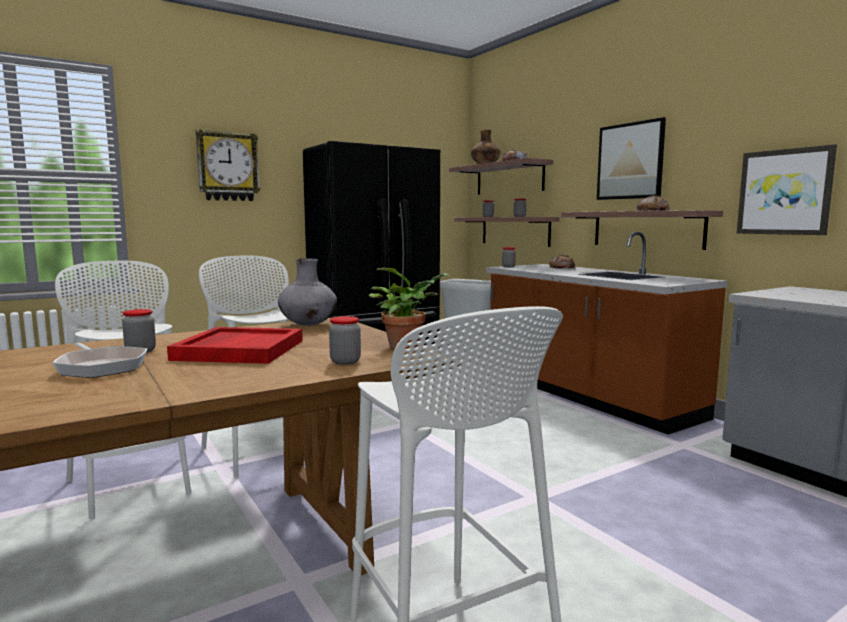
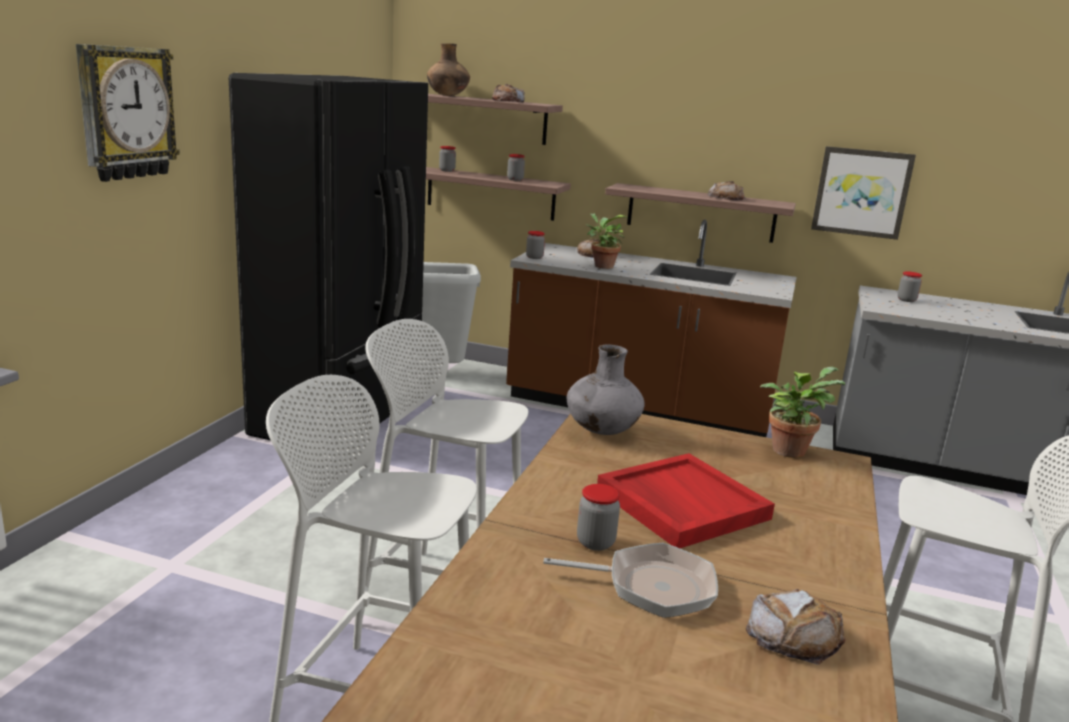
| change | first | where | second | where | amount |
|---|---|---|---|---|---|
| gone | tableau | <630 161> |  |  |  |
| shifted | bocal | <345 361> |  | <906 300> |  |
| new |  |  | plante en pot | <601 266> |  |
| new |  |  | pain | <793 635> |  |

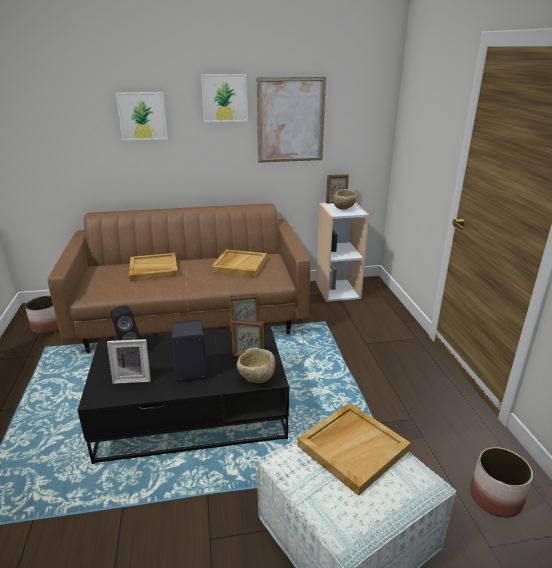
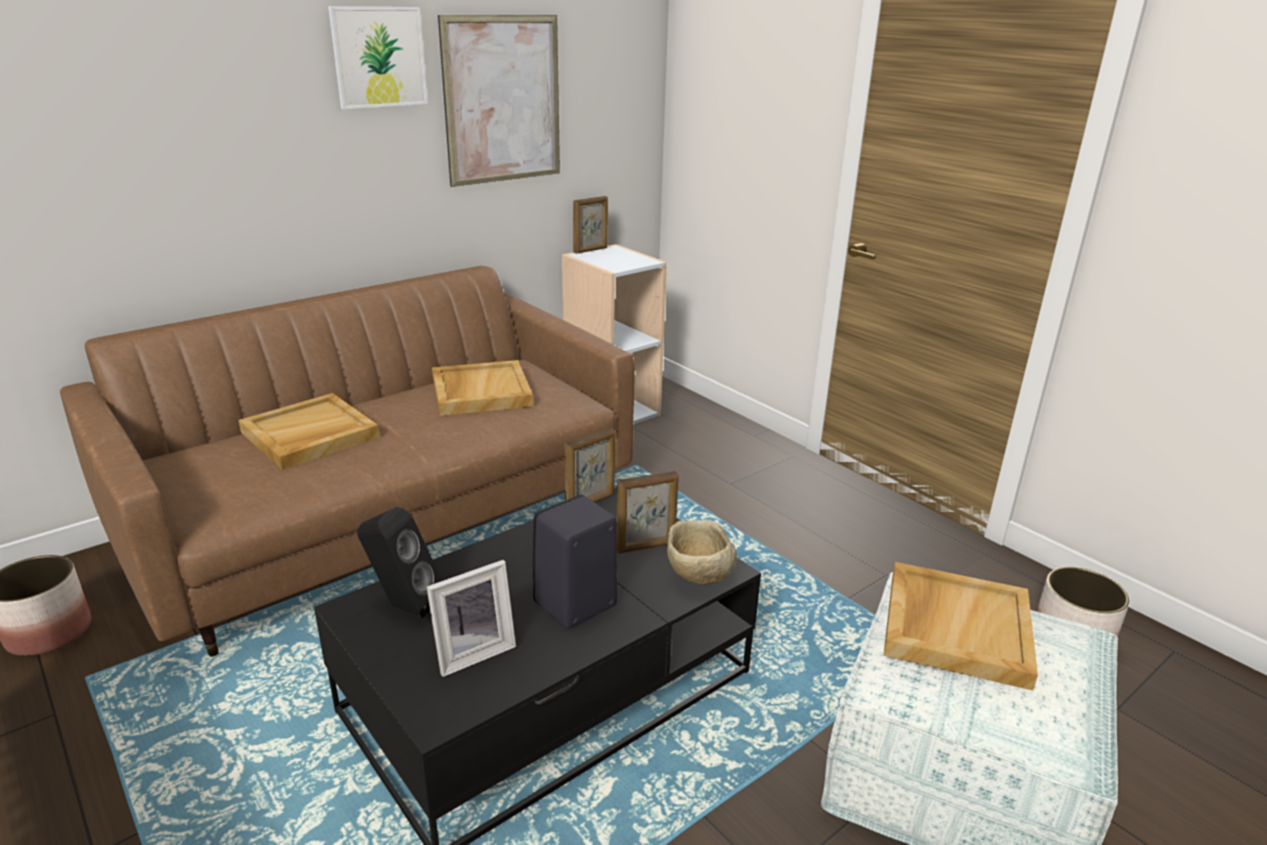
| change | first | where | second | where | amount |
|---|---|---|---|---|---|
| gone | tableau | <142 116> |  |  |  |
| gone | bol/beige | <344 208> |  |  |  |

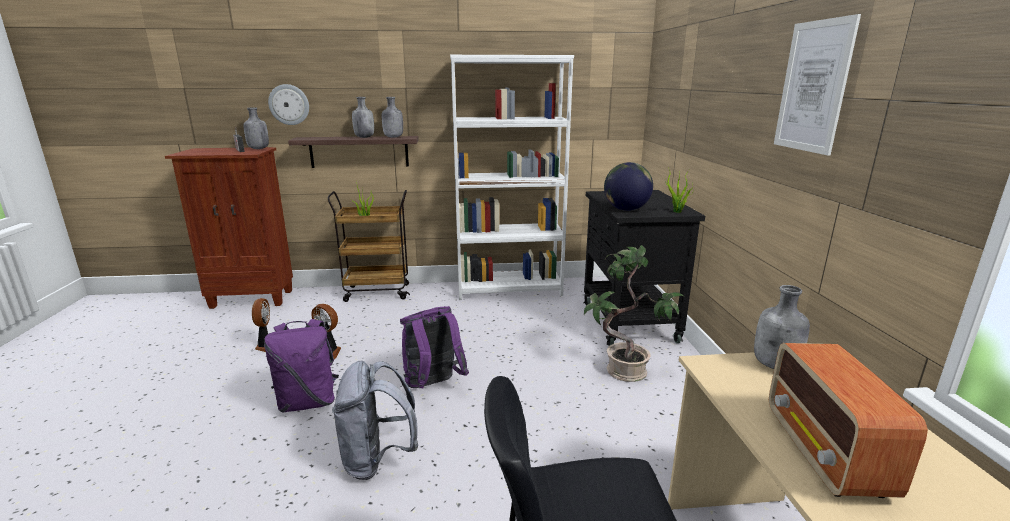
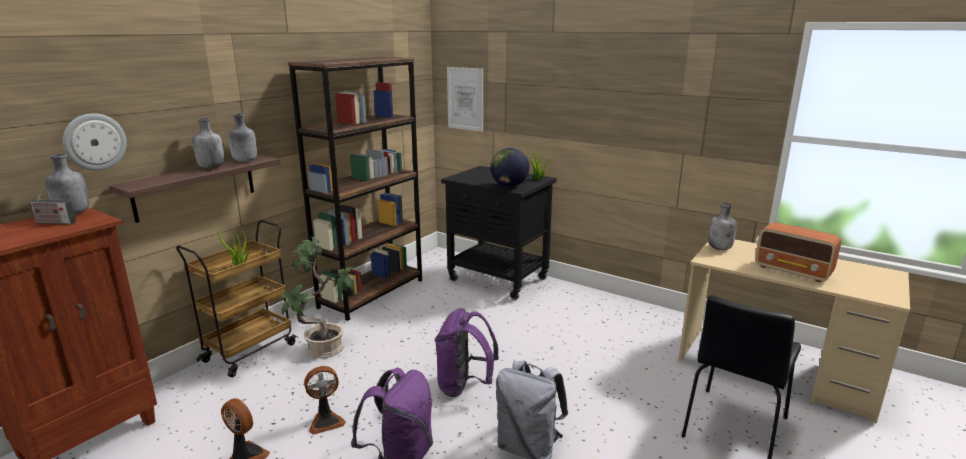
| change | first | where | second | where | amount |
|---|---|---|---|---|---|
| shifted | tableau | <813 87> |  | <465 99> |  |
| repainted | bibliothèque/blanc | <509 289> | bibliothèque/marron | <372 293> |  |
| shifted | plante en pot | <626 372> |  | <325 350> |  |

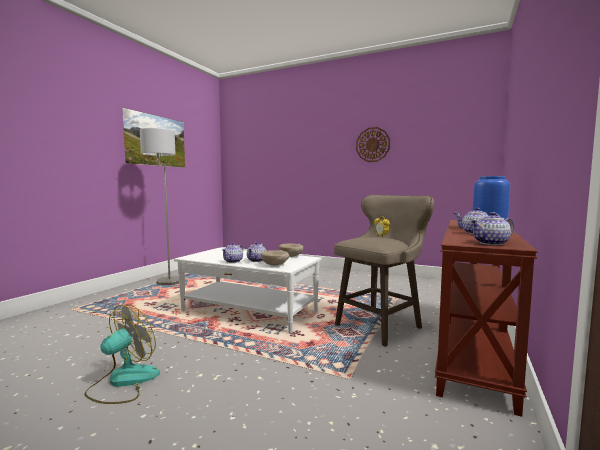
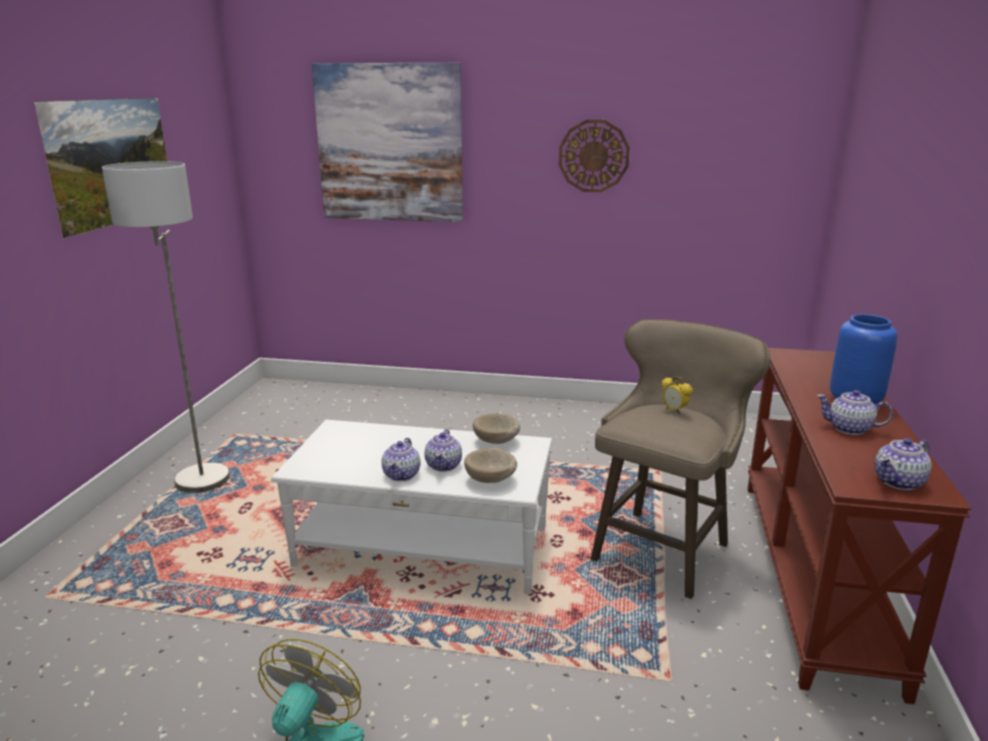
| change | first | where | second | where | amount |
|---|---|---|---|---|---|
| new |  |  | tableau | <389 143> |  |

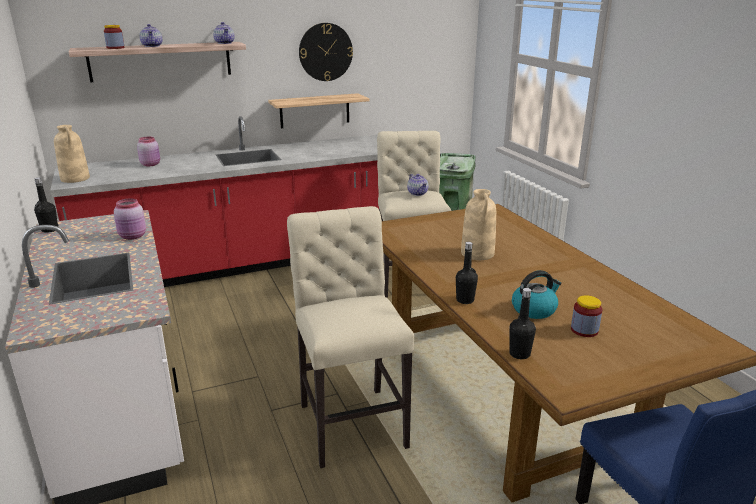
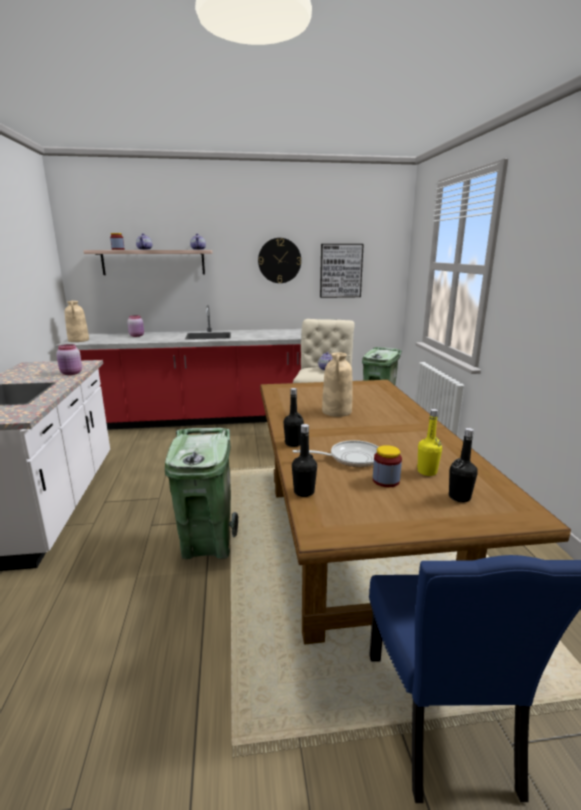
| change | first | where | second | where | amount |
|---|---|---|---|---|---|
| gone | étagère | <315 110> |  |  |  |
| shifted | bouteille/noir | <49 230> |  | <459 497> |  |
| swapped | tabouret/beige | <351 421> | poubelle/vert | <207 544> |  |
| swapped | bouilloire | <534 309> | poêle | <351 458> |  |
| new |  |  | tableau | <340 271> |  |
| new |  |  | bouteille/jaune | <427 472> |  |

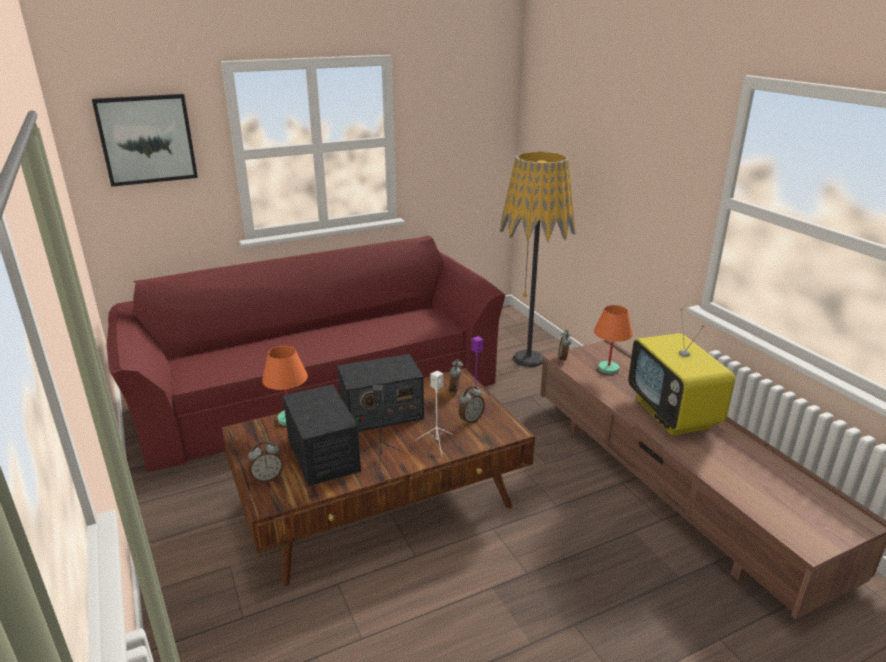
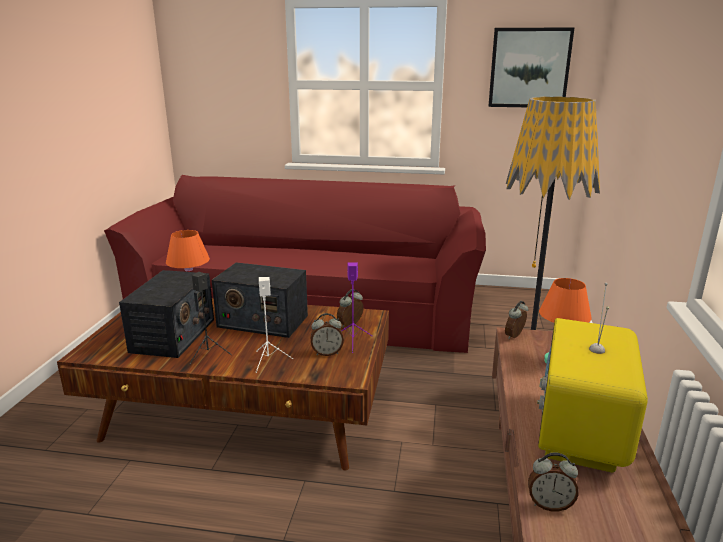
| change | first | where | second | where | amount |
|---|---|---|---|---|---|
| shifted | tableau | <147 139> |  | <529 68> |  |
| shifted | réveil | <267 478> |  | <549 504> |  |

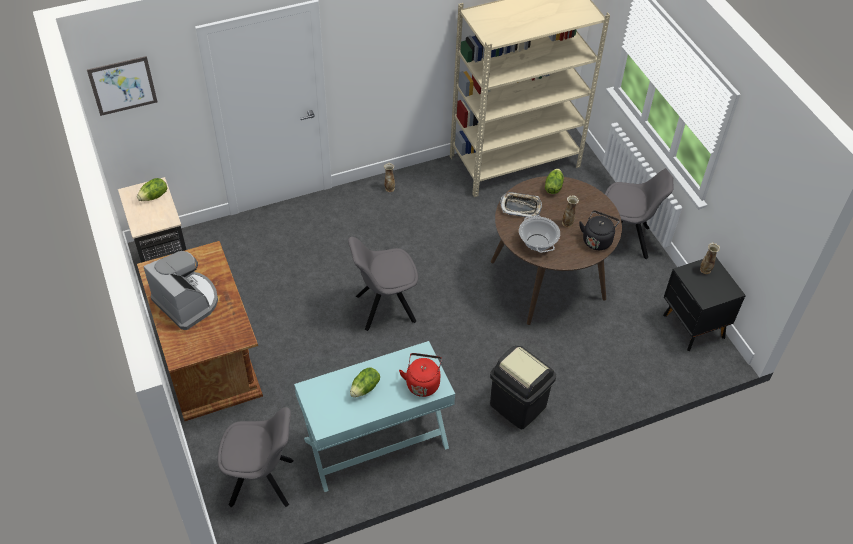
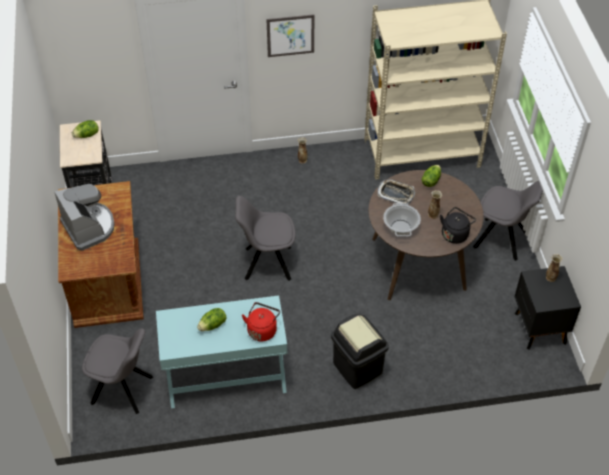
| change | first | where | second | where | amount |
|---|---|---|---|---|---|
| shifted | tableau | <123 85> |  | <290 35> |  |

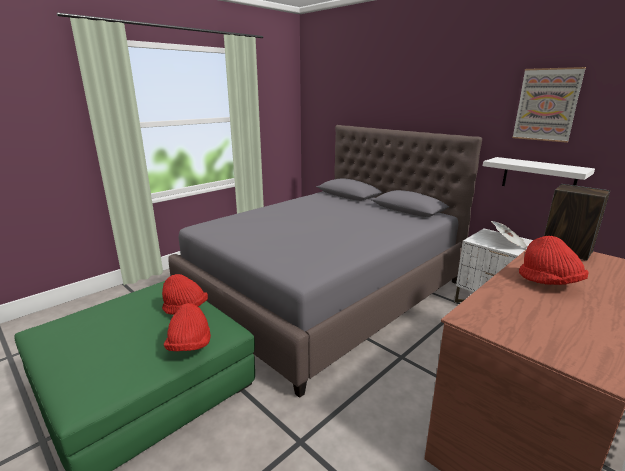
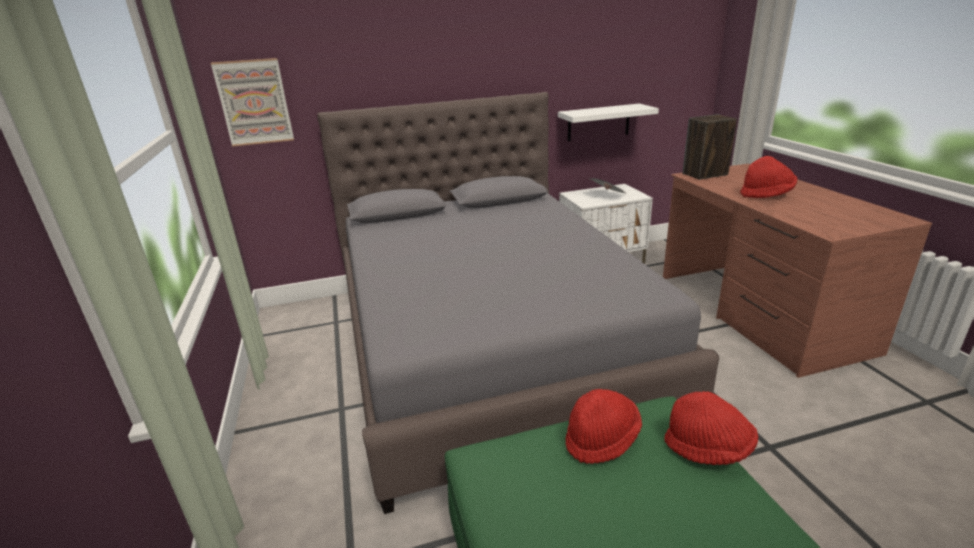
| change | first | where | second | where | amount |
|---|---|---|---|---|---|
| shifted | tableau | <546 105> |  | <254 102> |  |

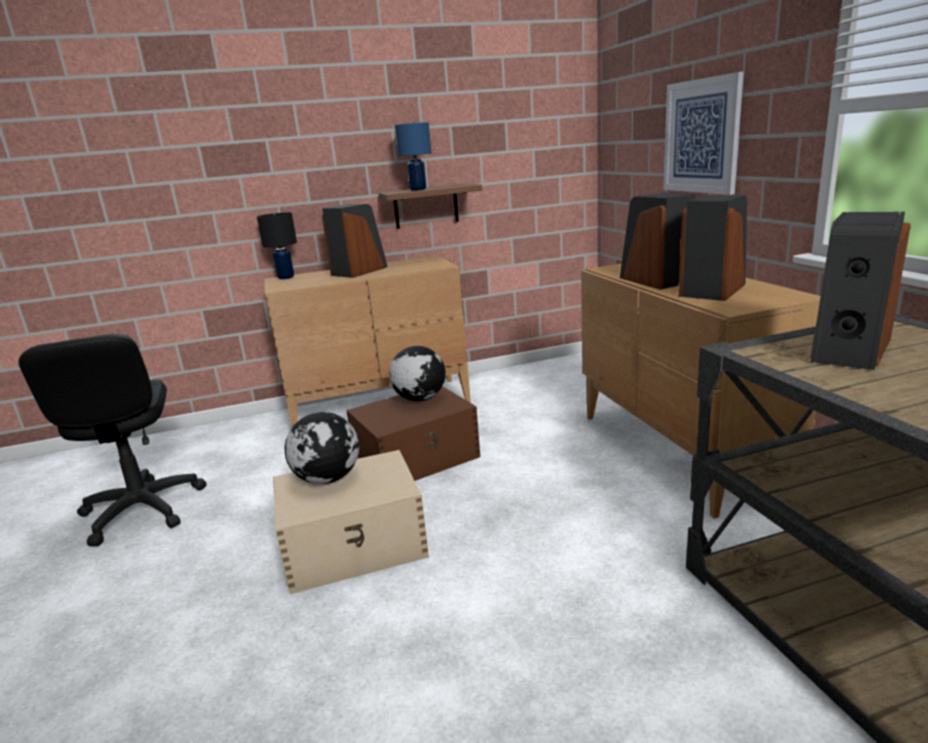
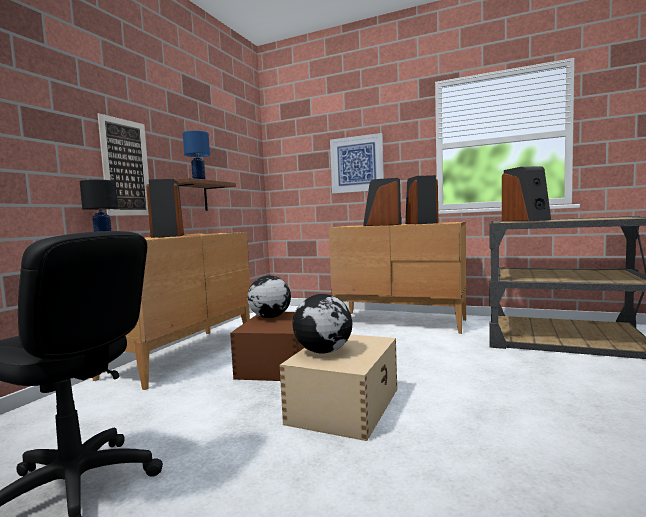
| change | first | where | second | where | amount |
|---|---|---|---|---|---|
| new |  |  | tableau | <126 167> |  |

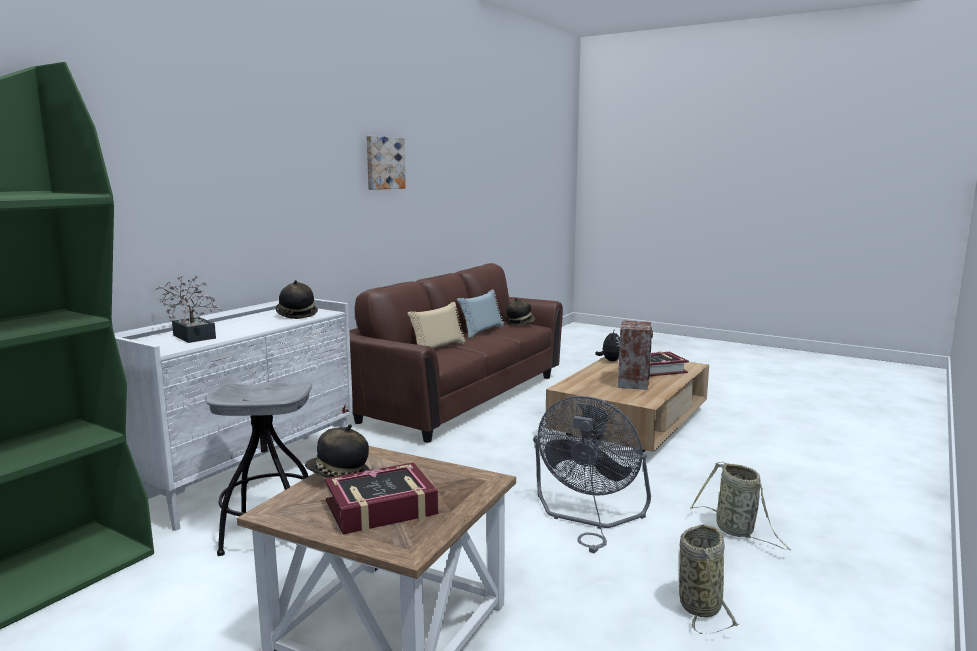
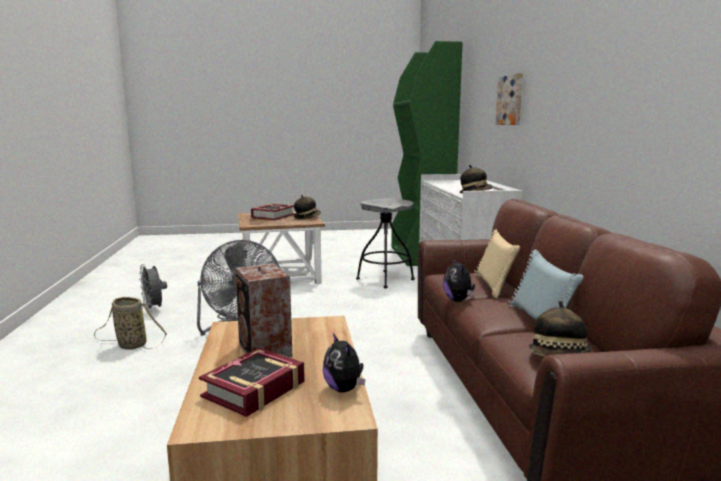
| change | first | where | second | where | amount |
|---|---|---|---|---|---|
| shifted | tableau | <384 163> |  | <511 100> |  |
| gone | plante en pot | <193 335> |  |  |  |
| swapped | panier | <699 604> | ventilateur/gris | <154 309> |  |
| new |  |  | peluche | <458 300> |  |

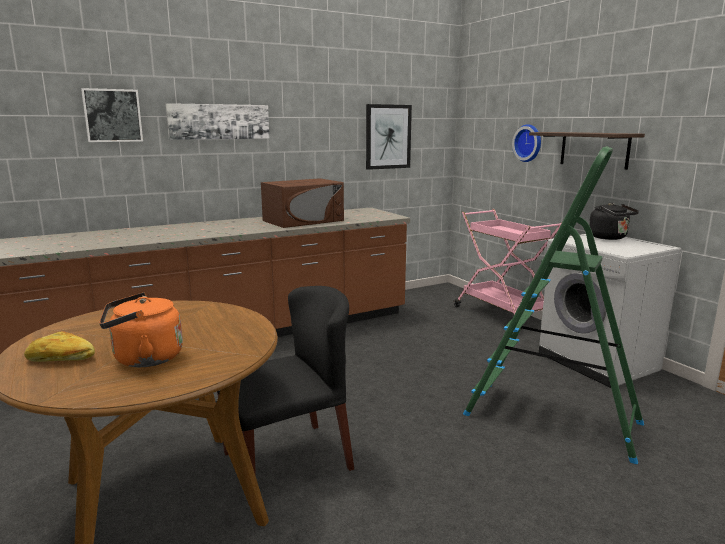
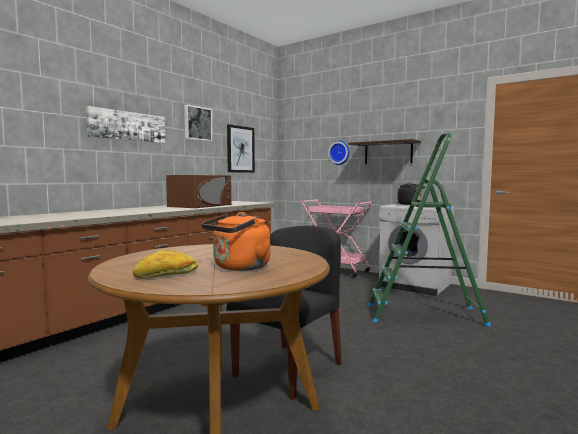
| change | first | where | second | where | amount |
|---|---|---|---|---|---|
| shifted | tableau | <112 115> |  | <197 123> |  |

